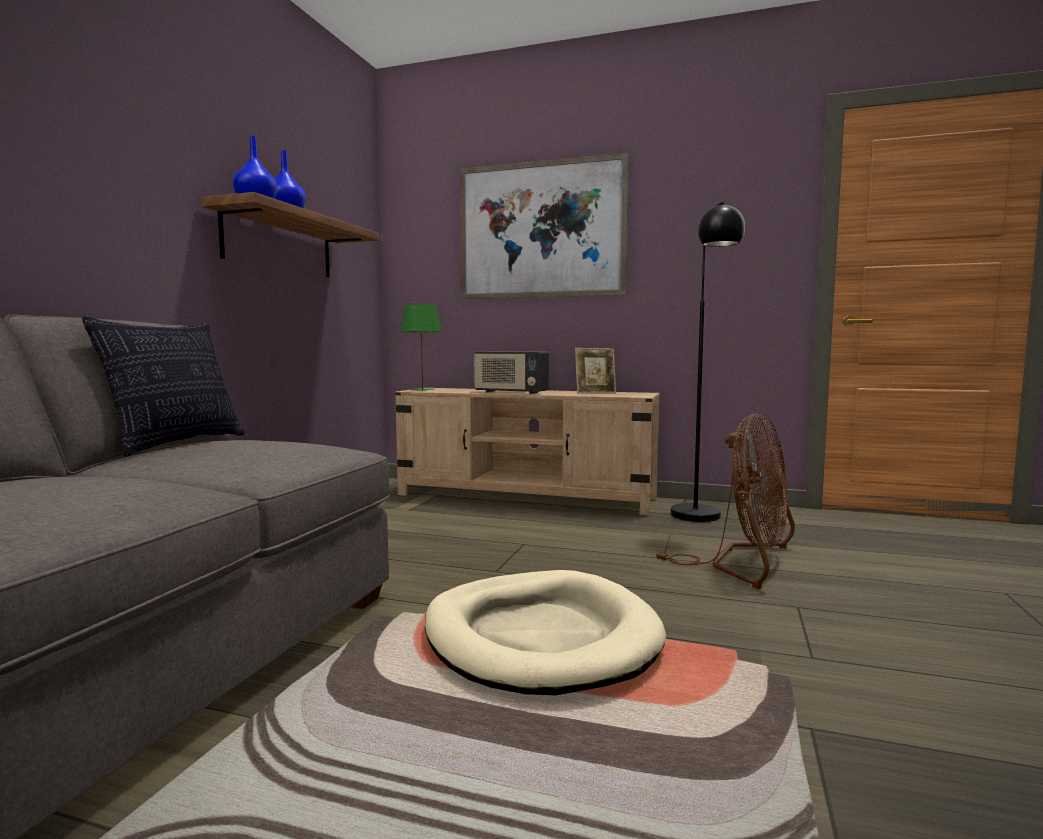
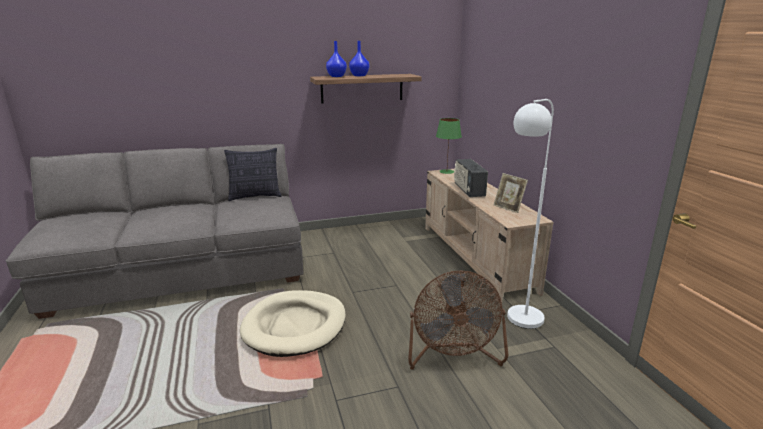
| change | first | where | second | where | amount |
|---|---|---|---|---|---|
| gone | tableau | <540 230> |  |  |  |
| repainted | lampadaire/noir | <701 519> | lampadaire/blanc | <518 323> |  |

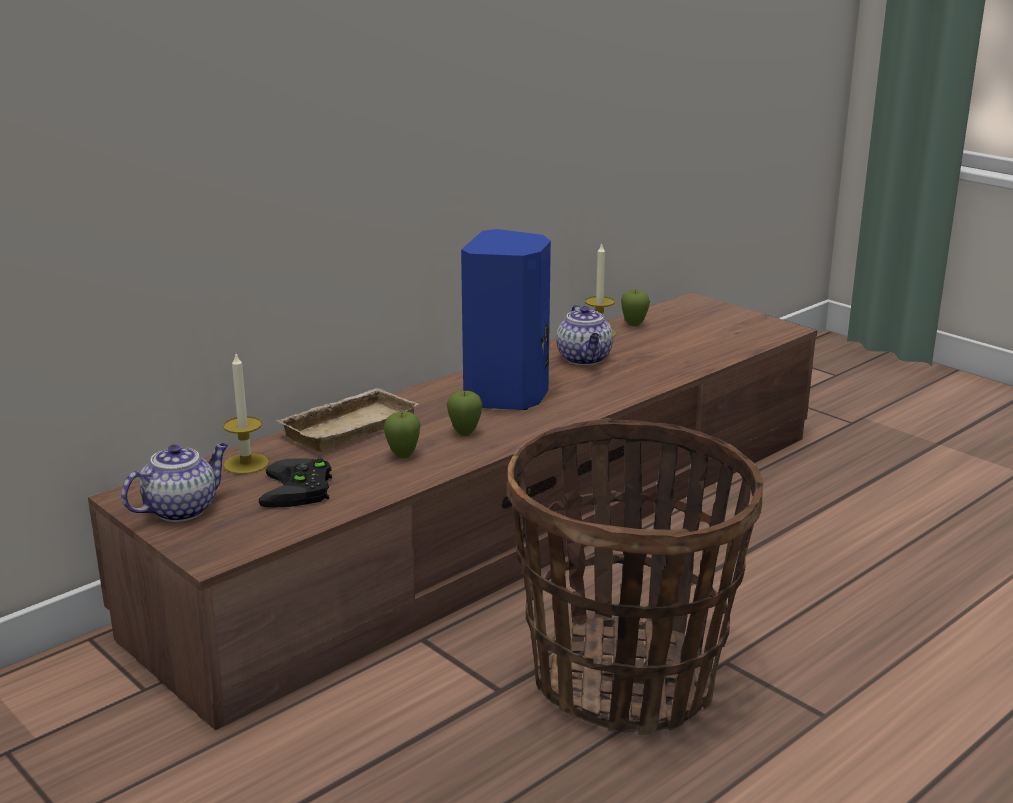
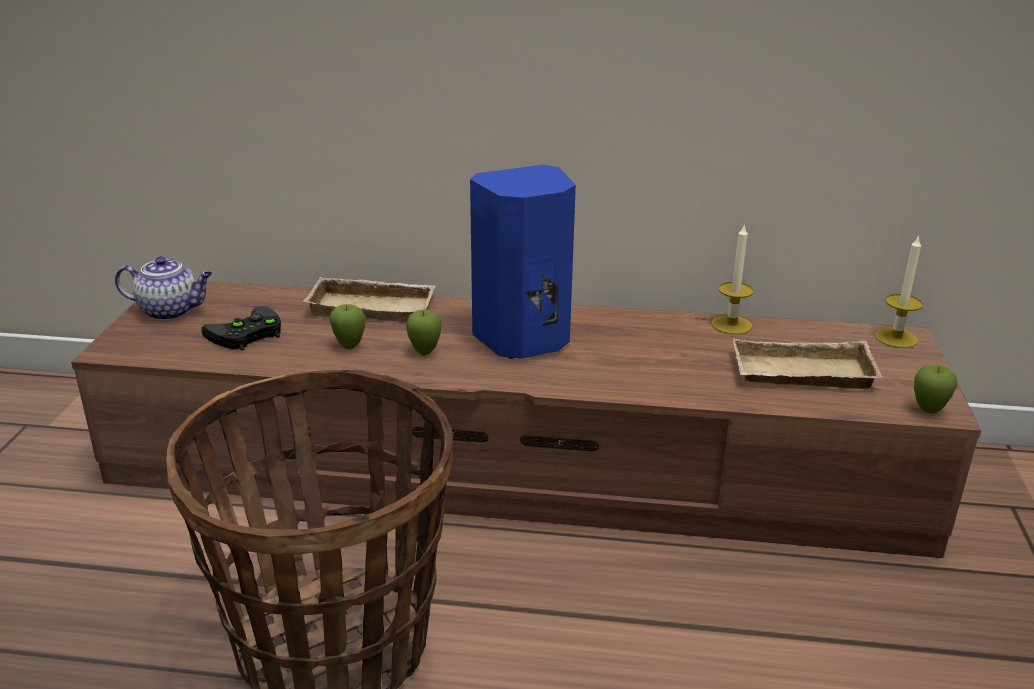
| change | first | where | second | where | amount |
|---|---|---|---|---|---|
| shifted | pomme | <634 325> |  | <928 411> |  |
| gone | théière | <585 359> |  |  |  |
| shifted | bougie | <246 464> |  | <896 338> |  |
| new |  |  | plateau/beige | <800 375> |  |

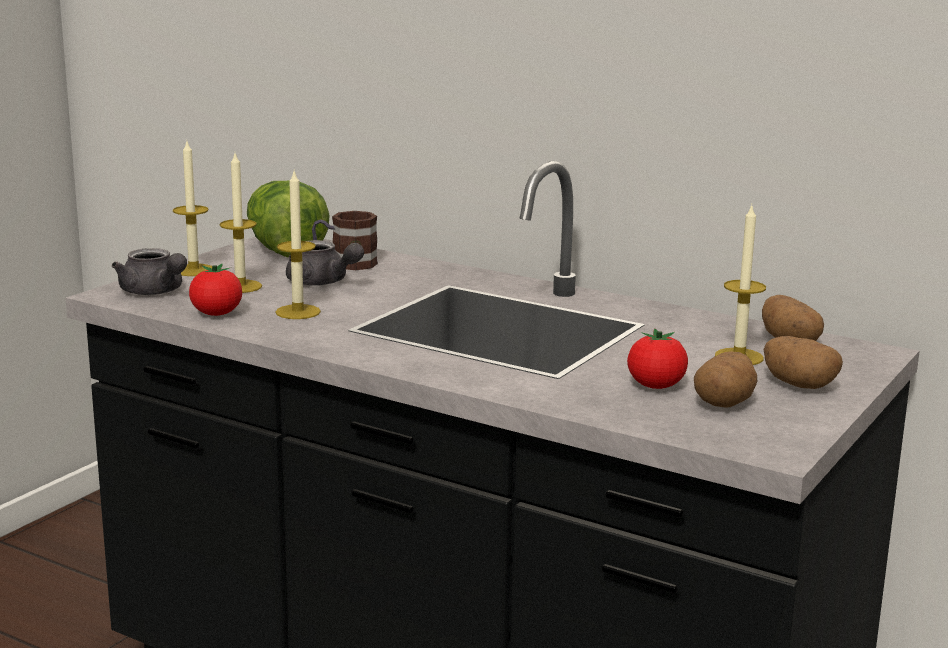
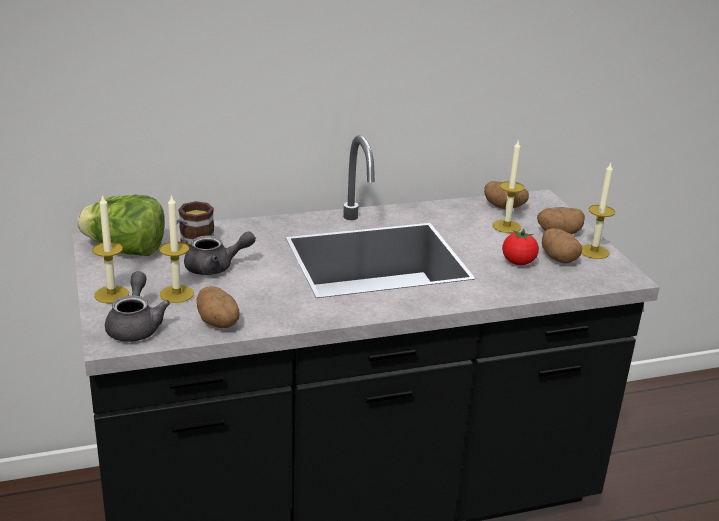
| change | first | where | second | where | amount |
|---|---|---|---|---|---|
| shifted | bougie | <298 312> |  | <594 251> |  |
| rotated | théière/gris | <154 292> |  | <136 326> | 90 degrees counterclockwise |
| swapped | tomate | <216 314> | pomme de terre | <219 323> |  |

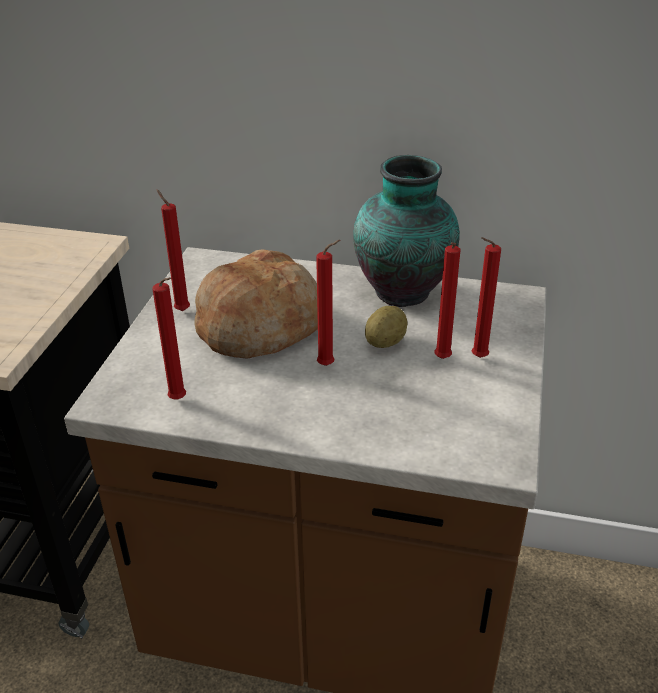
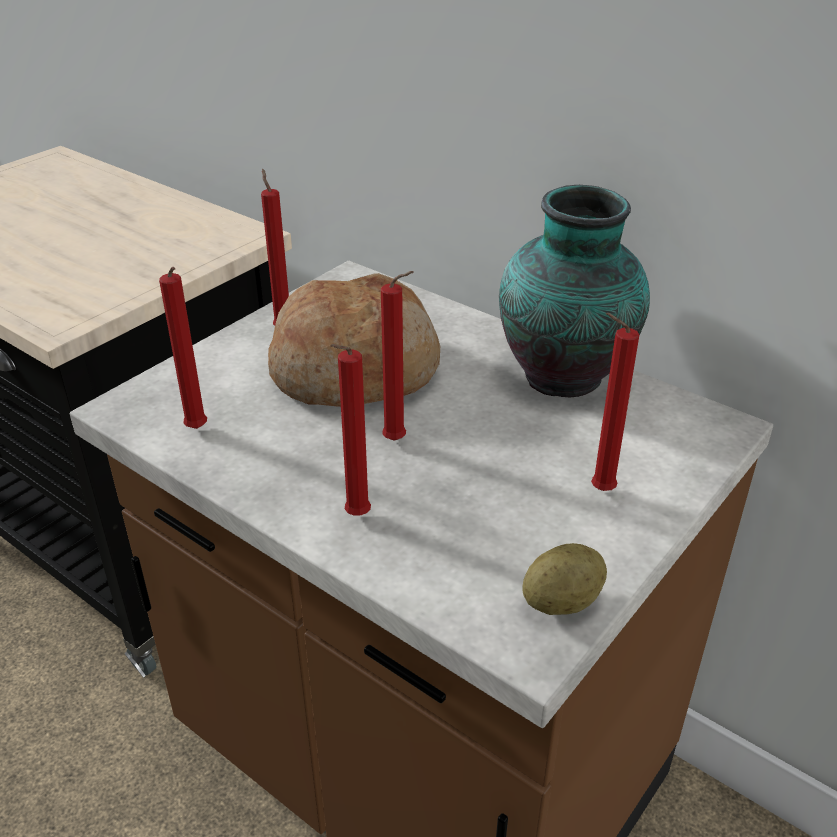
| change | first | where | second | where | amount |
|---|---|---|---|---|---|
| shifted | bougie/rouge | <441 360> |  | <354 517> |  |
| shifted | pomme de terre | <385 342> |  | <561 601> |  |

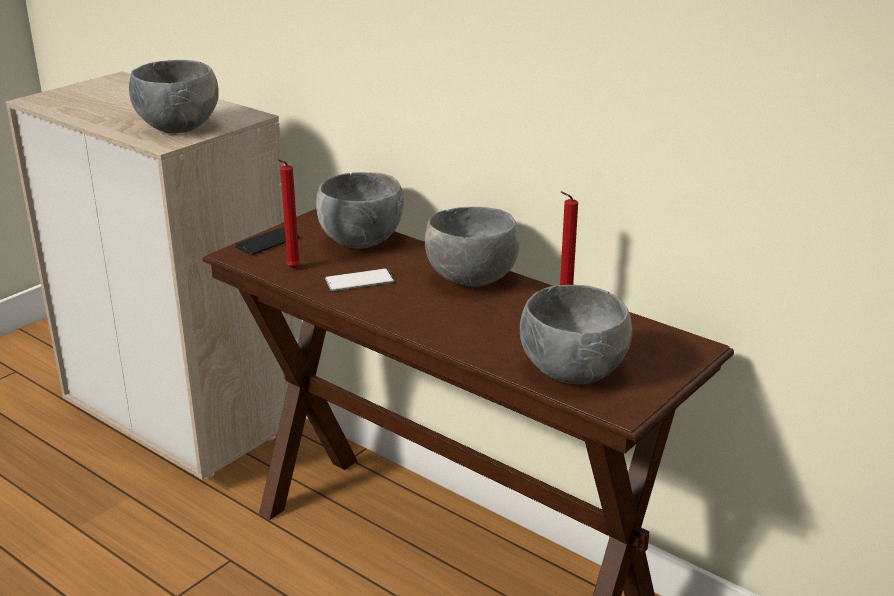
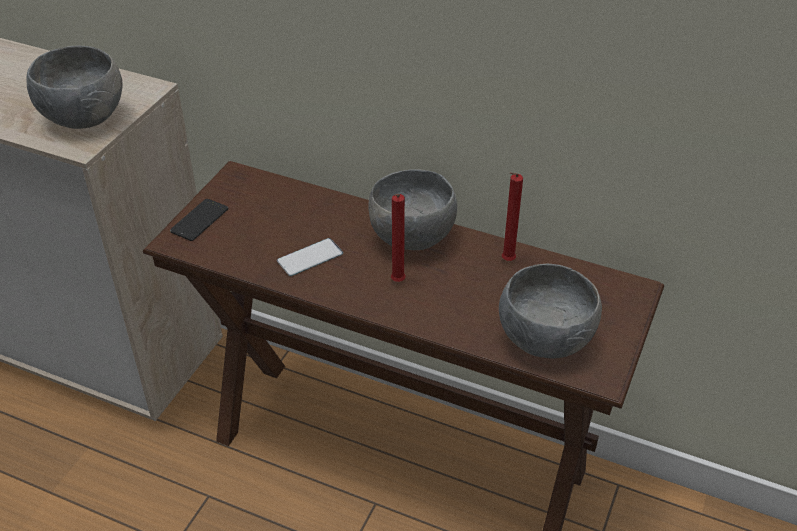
| change | first | where | second | where | amount |
|---|---|---|---|---|---|
| shifted | bougie/rouge | <292 269> |  | <397 283> |  |
| gone | bol/gris | <360 241> |  |  |  |

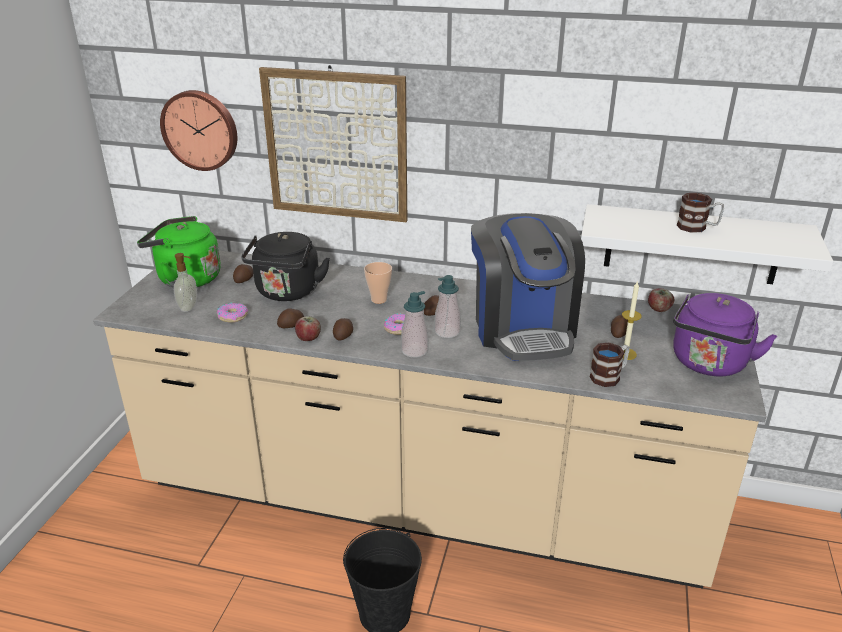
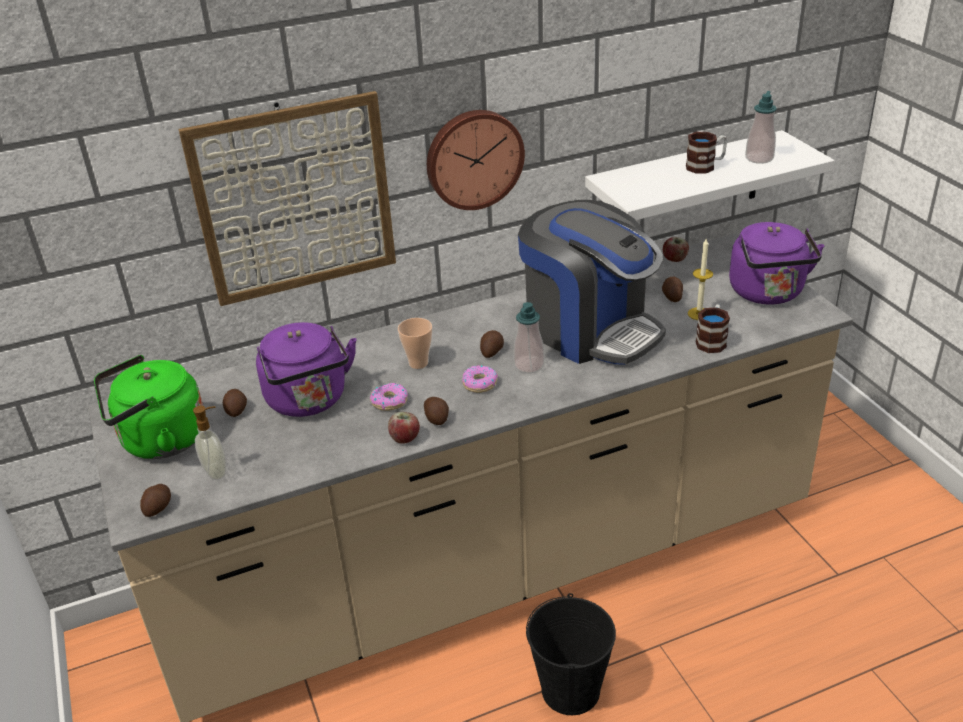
| change | first | where | second | where | amount |
|---|---|---|---|---|---|
| shifted | horloge murale | <201 129> |  | <473 158> |  |
| repainted | bouilloire/noir | <287 293> | bouilloire/violet | <309 401> |  |
| shifted | distributeur de savon | <414 351> |  | <759 158> |  |
| shifted | beignet | <232 316> |  | <389 401> |  |
| shifted | pomme de terre | <291 326> |  | <159 507> |  |

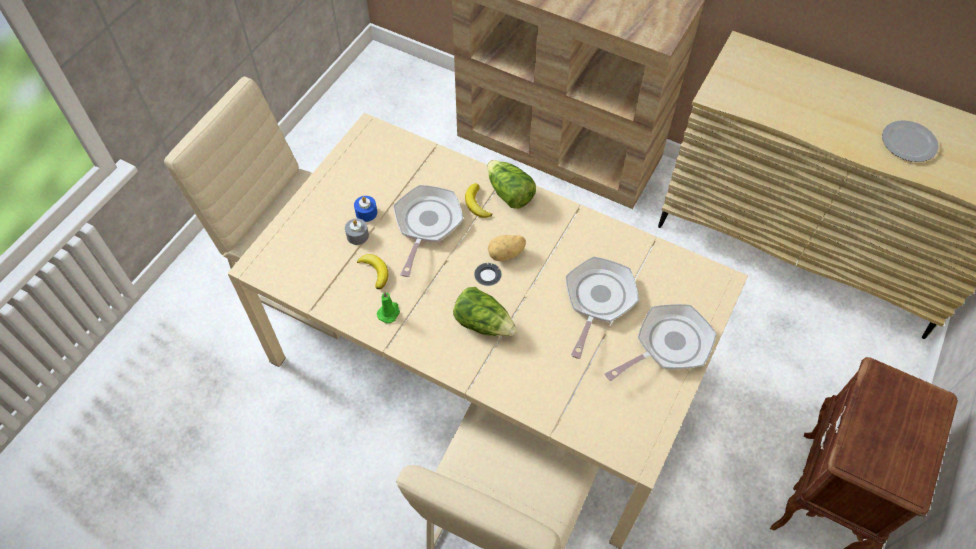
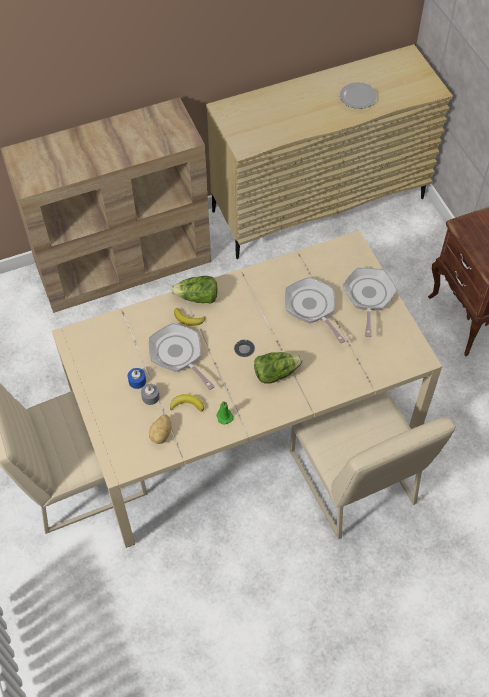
| change | first | where | second | where | amount |
|---|---|---|---|---|---|
| shifted | pomme de terre | <506 254> |  | <161 434> |  |

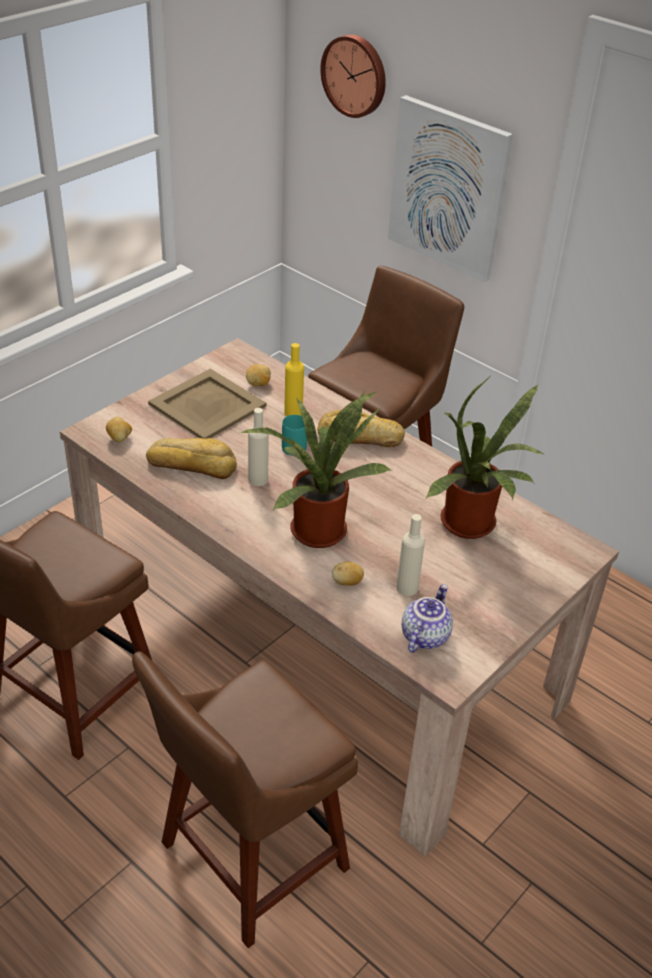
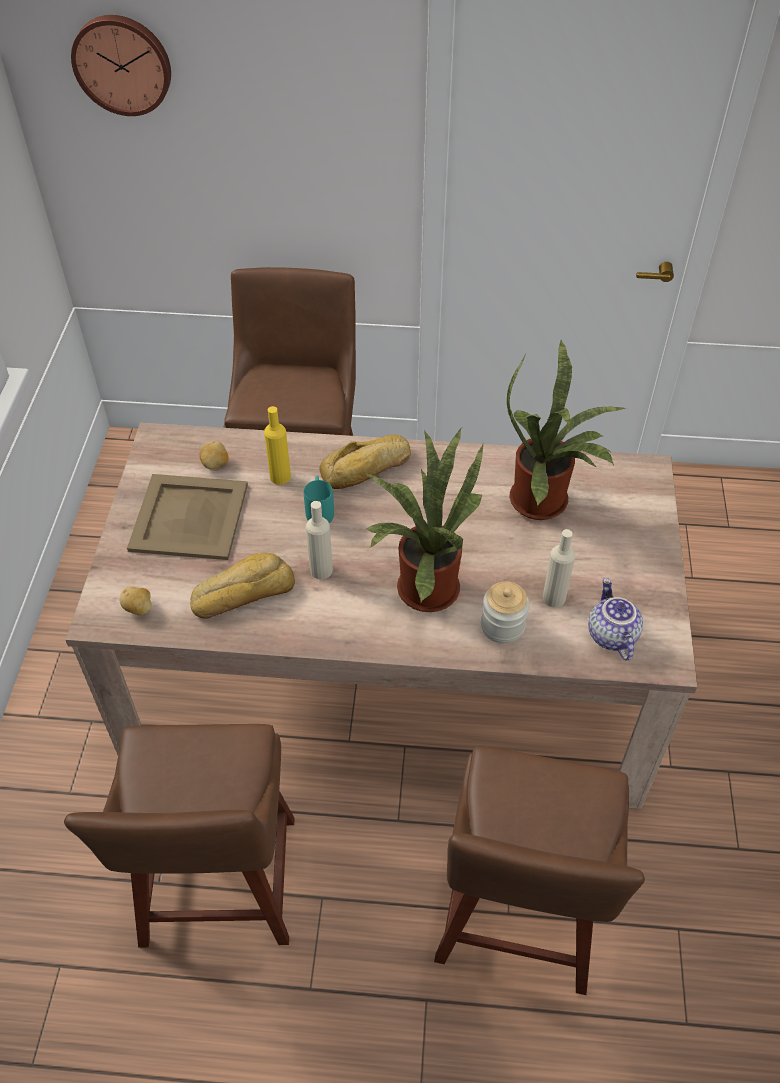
| change | first | where | second | where | amount |
|---|---|---|---|---|---|
| gone | tableau | <448 188> |  |  |  |
| swapped | pomme de terre | <347 582> | bocal | <502 626> |  |

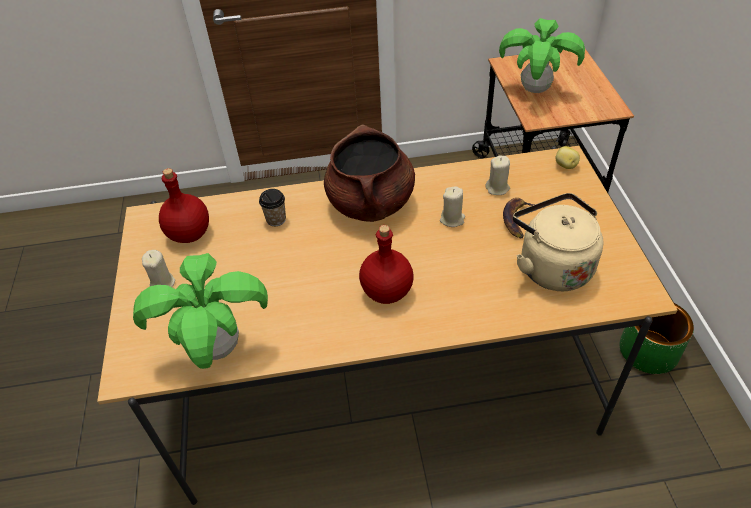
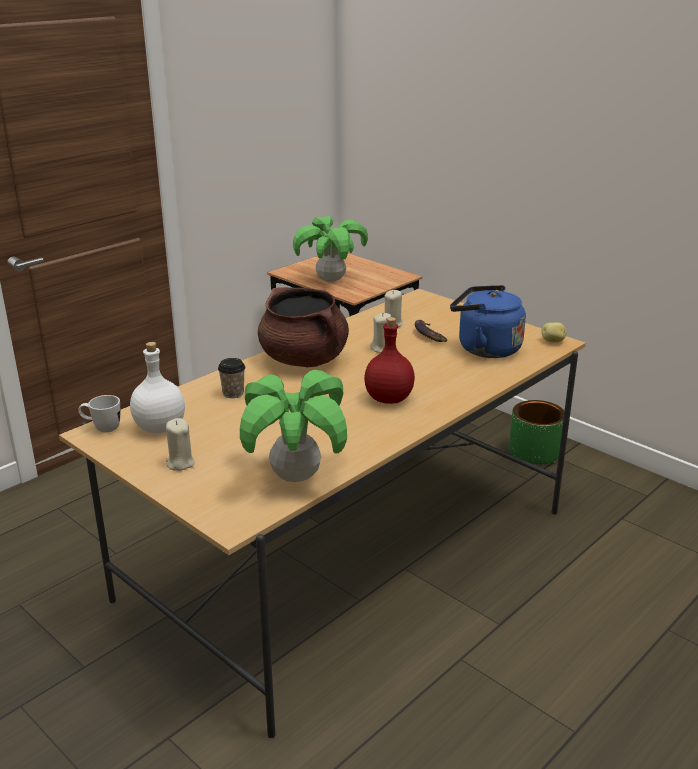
| change | first | where | second | where | amount |
|---|---|---|---|---|---|
| shifted | pomme de terre | <565 166> |  | <553 341> |  |
| repainted | bouteille/rouge | <190 234> | bouteille/blanc | <161 427> |  |
| repainted | bouilloire/beige | <551 266> | bouilloire/bleu | <484 348> |  |
| new |  |  | mug/blanc | <102 428> |  |

